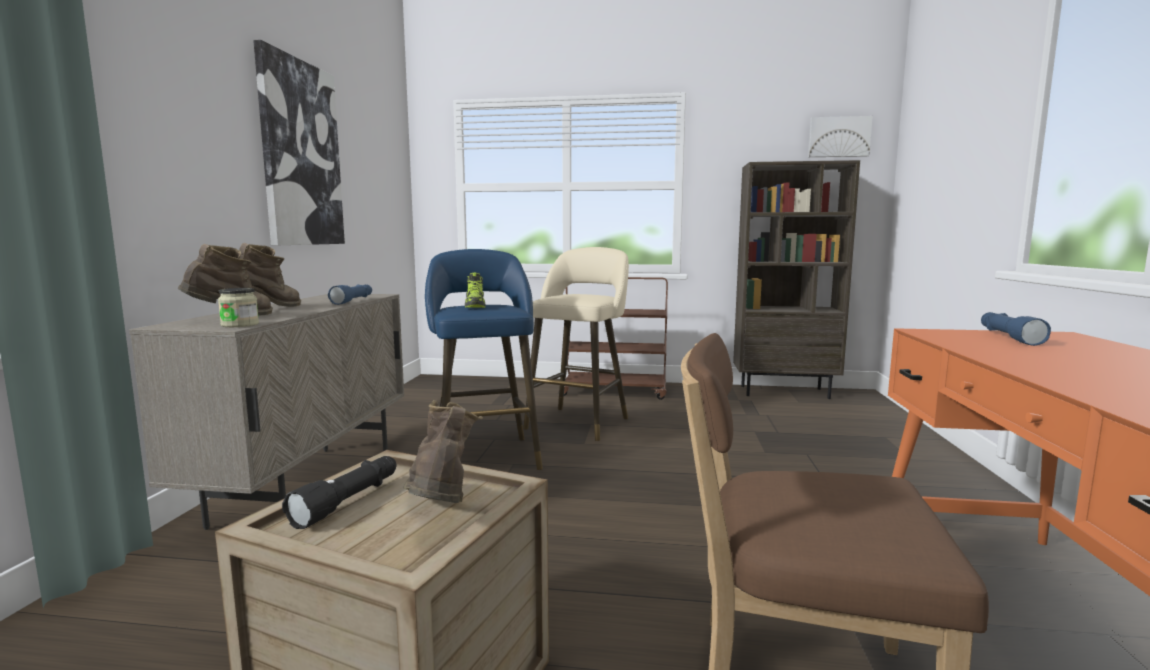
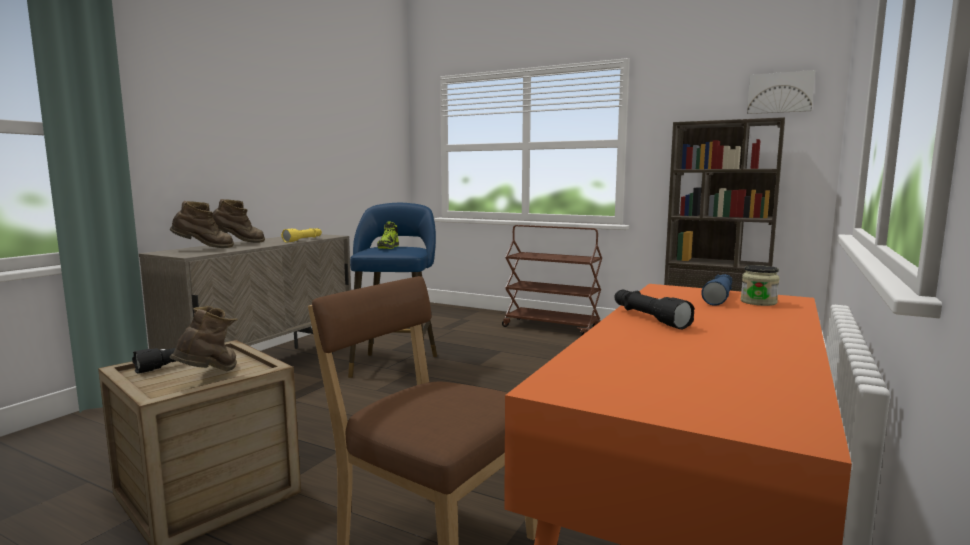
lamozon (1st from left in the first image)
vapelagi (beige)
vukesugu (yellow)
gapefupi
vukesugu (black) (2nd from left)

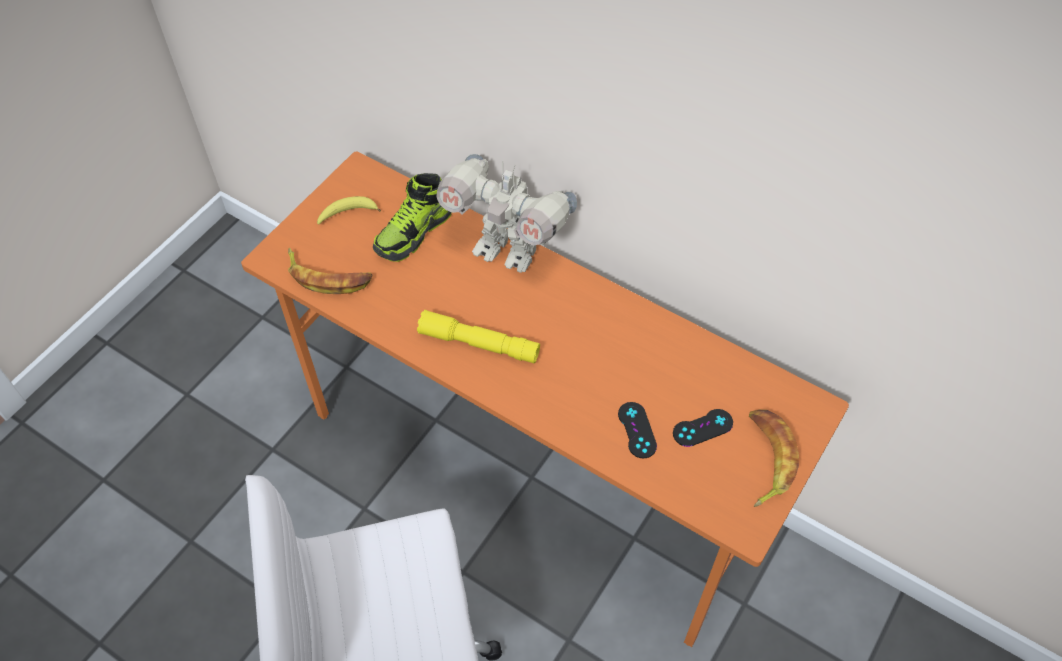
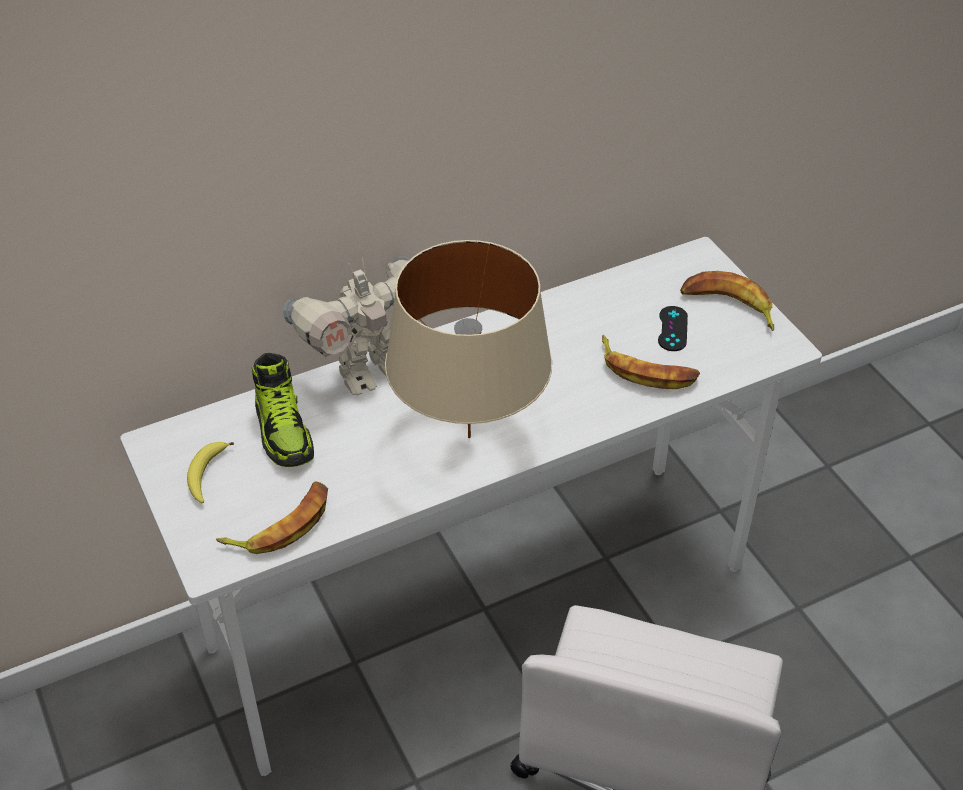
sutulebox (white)
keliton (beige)
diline (3rd from left)

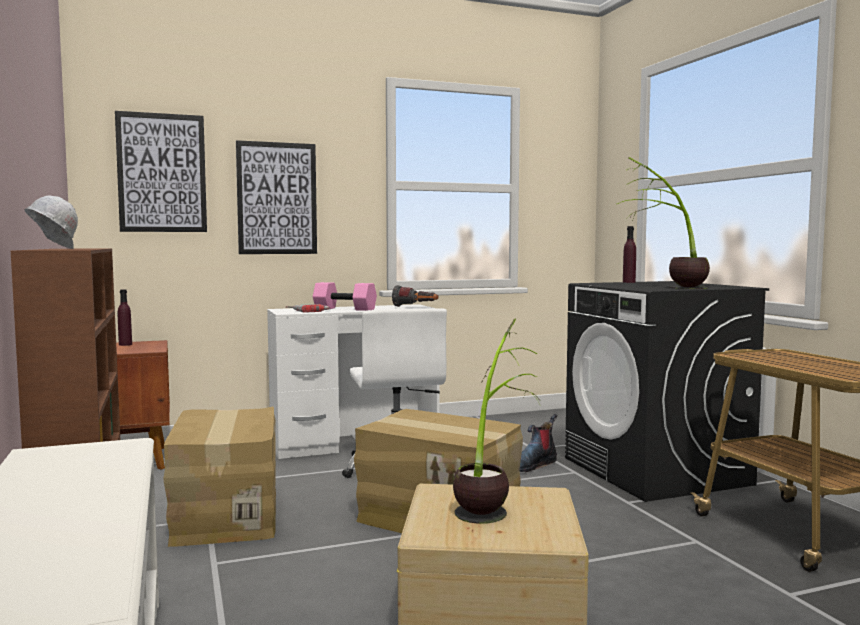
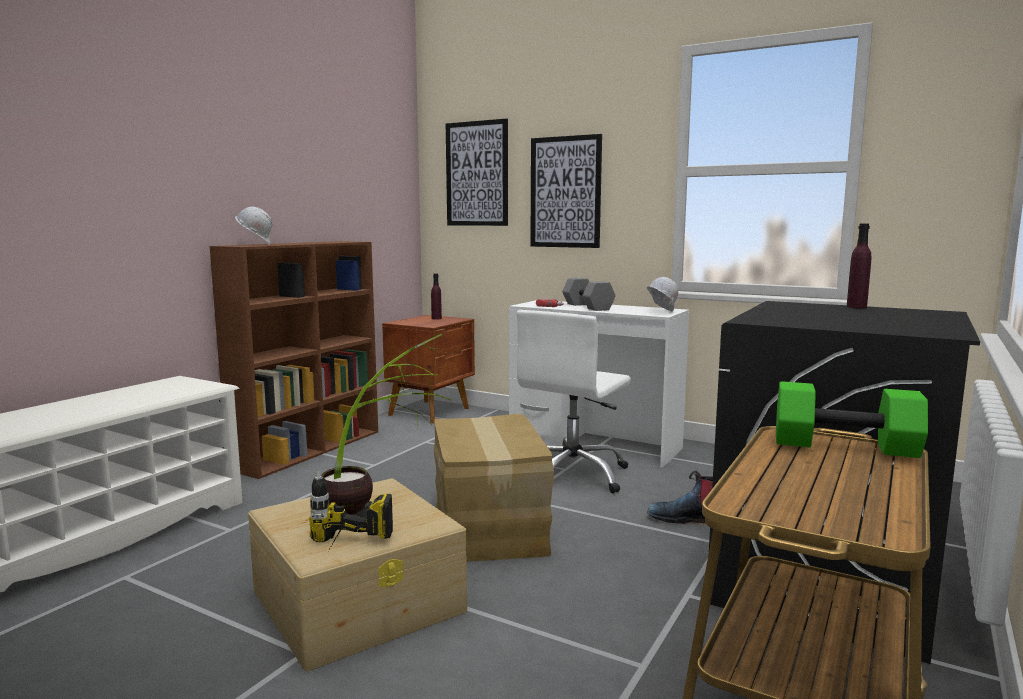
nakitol (2nd from left in the first image)
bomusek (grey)
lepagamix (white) (2nd from left)
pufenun (1st from left in the first image)
bomusek (green)
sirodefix (1st from left)

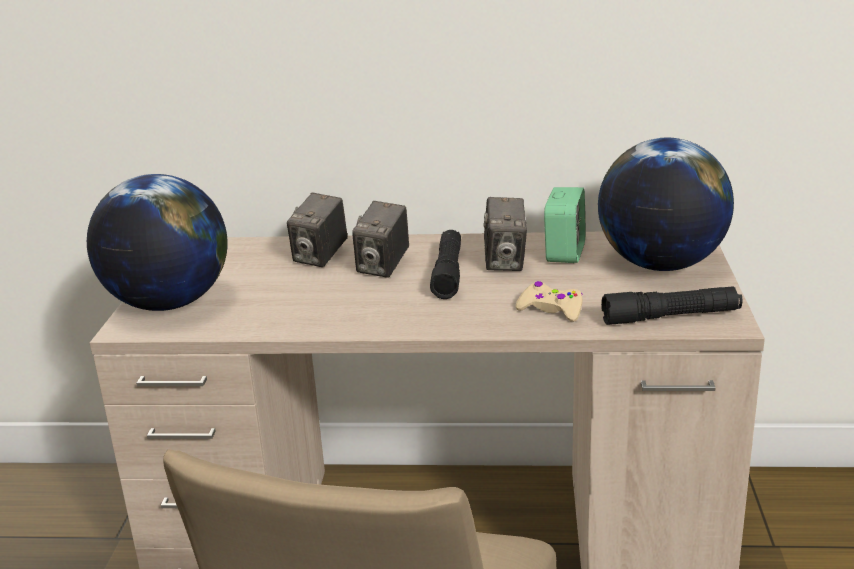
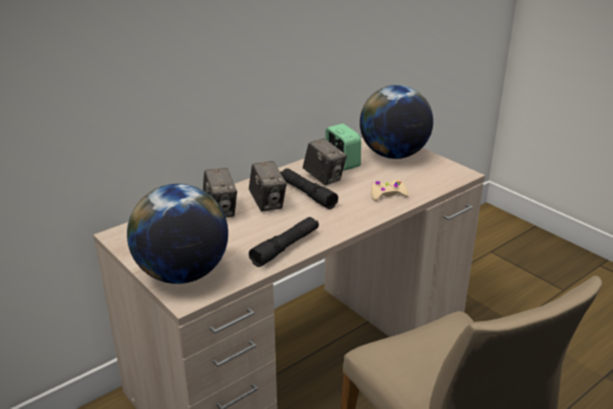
vukesugu (black) (1st from left)

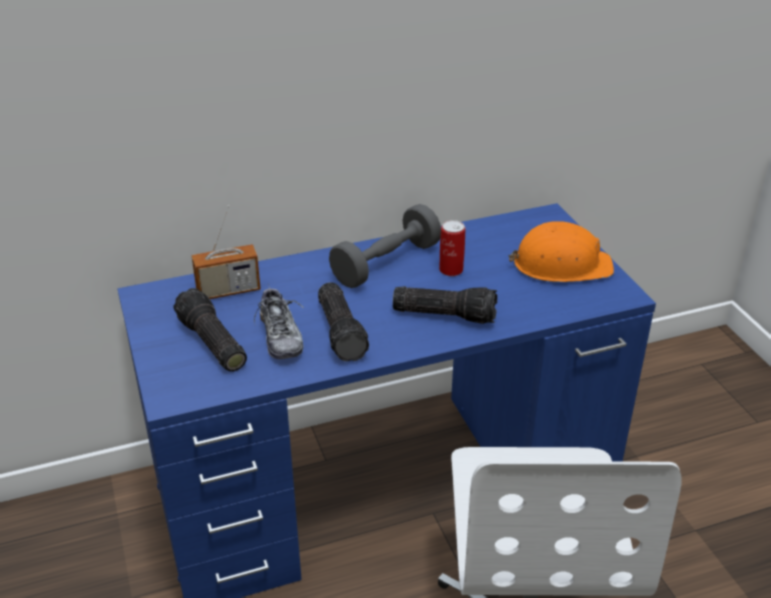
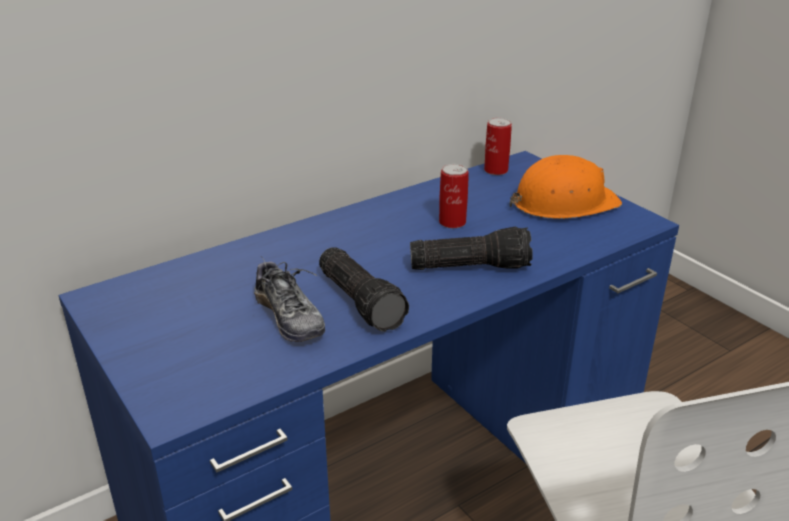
bomusek (grey)
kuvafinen
vukesugu (1st from left in the first image)
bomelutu (2nd from left)

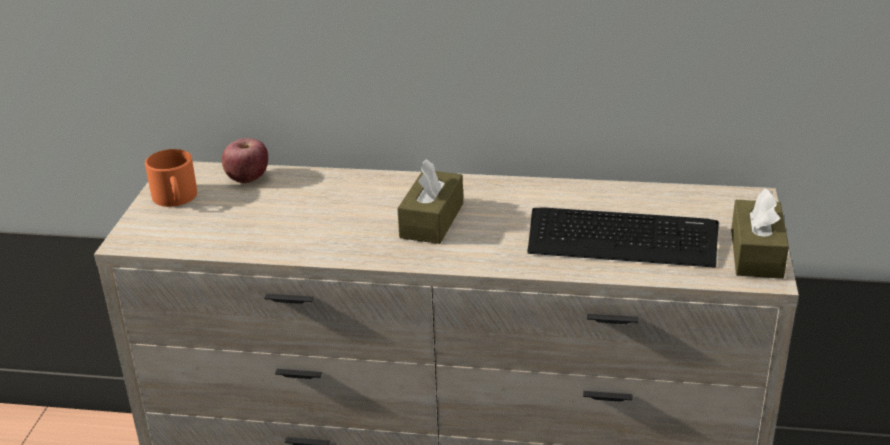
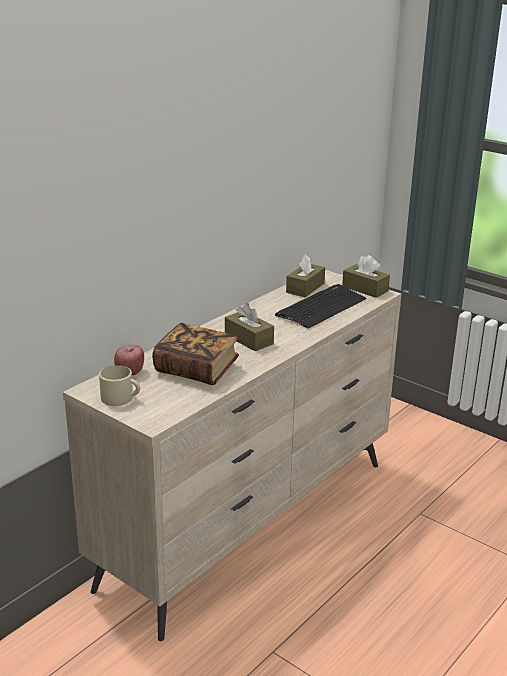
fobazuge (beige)
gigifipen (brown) (2nd from left)
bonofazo

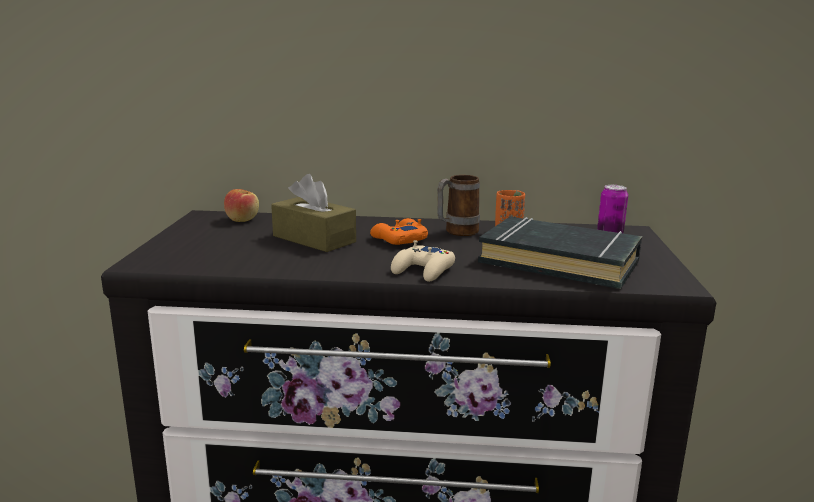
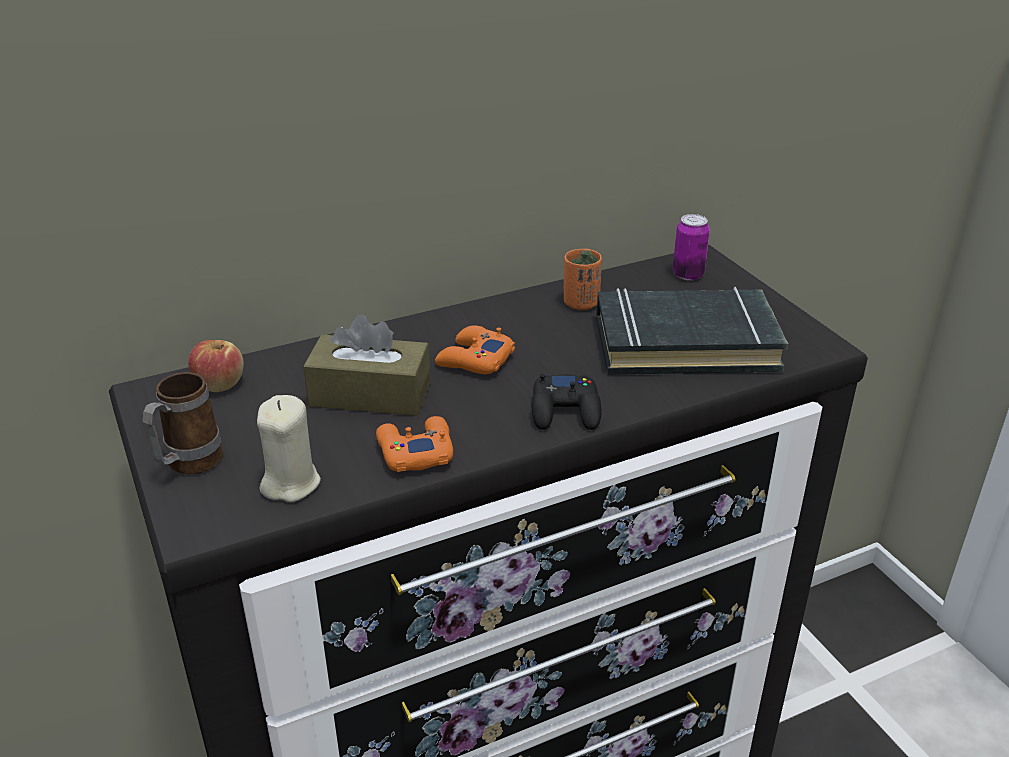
fobazuge
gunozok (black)
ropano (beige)
gunozok (orange) (1st from left)

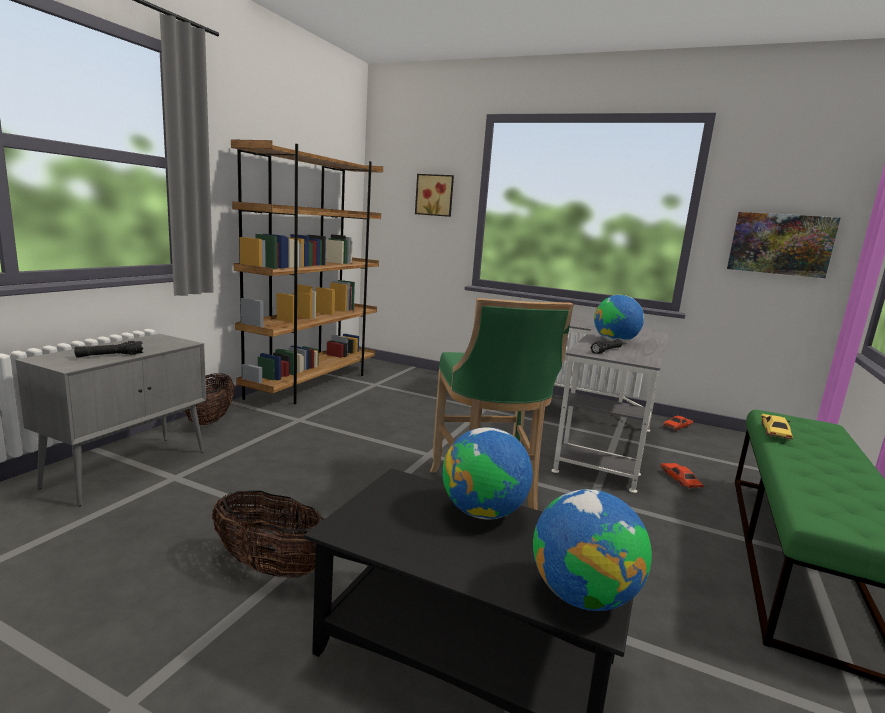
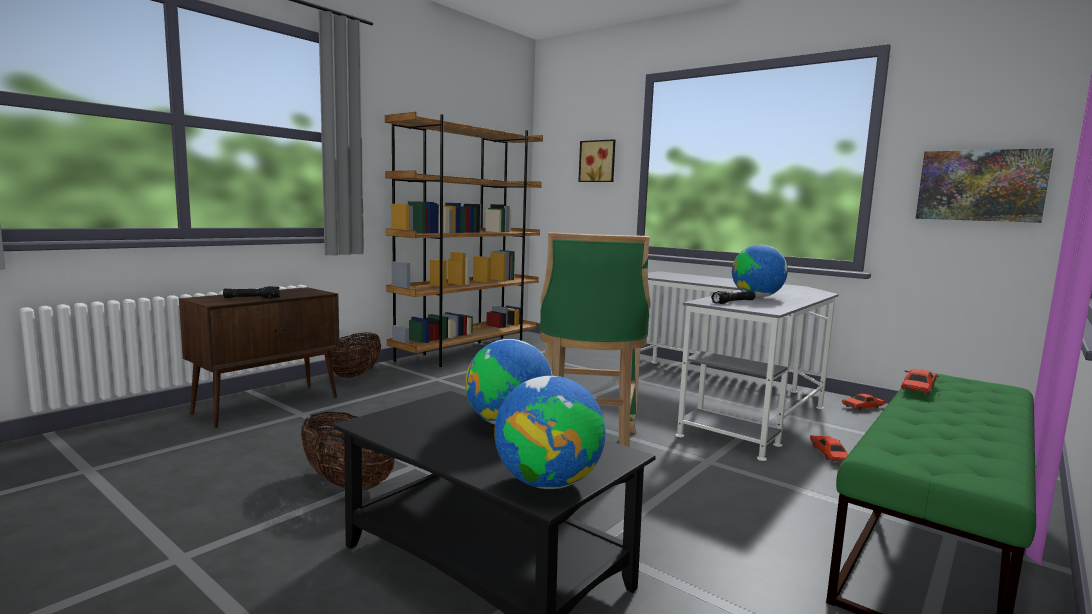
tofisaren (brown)
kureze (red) (3rd from left)

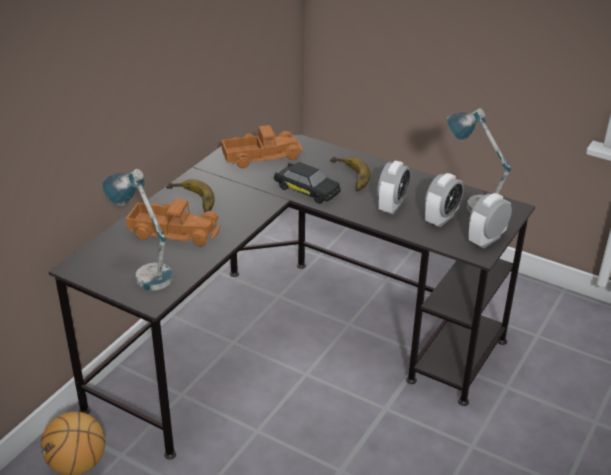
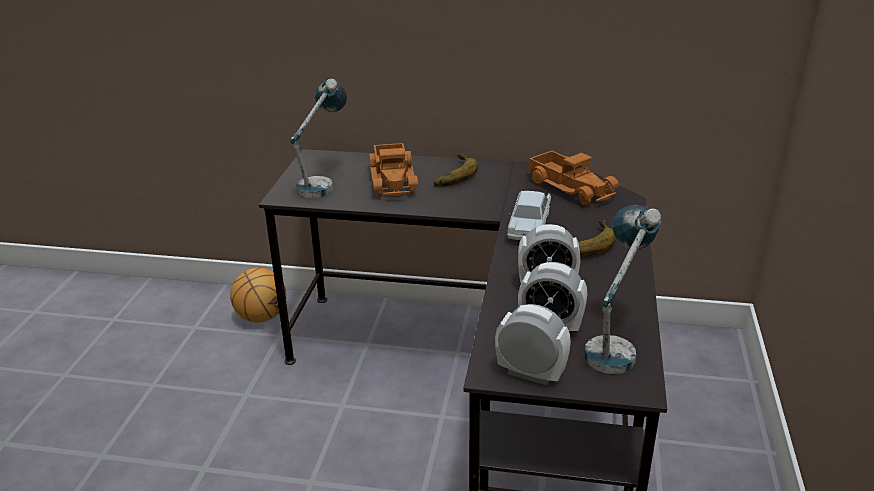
kureze (white)

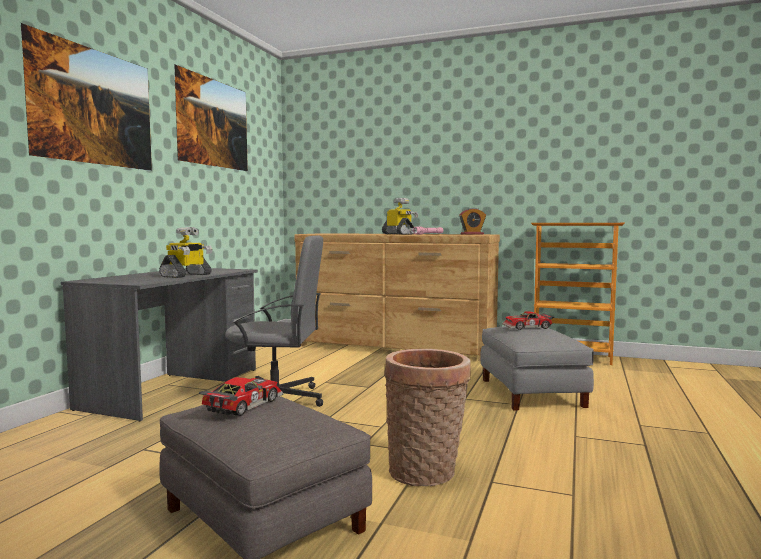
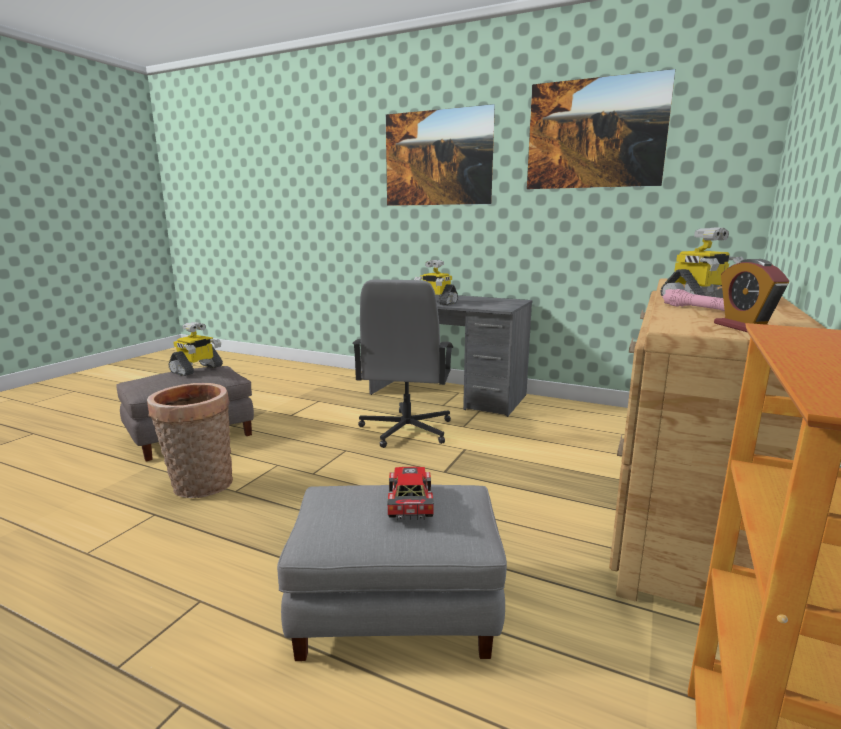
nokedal (1st from left)

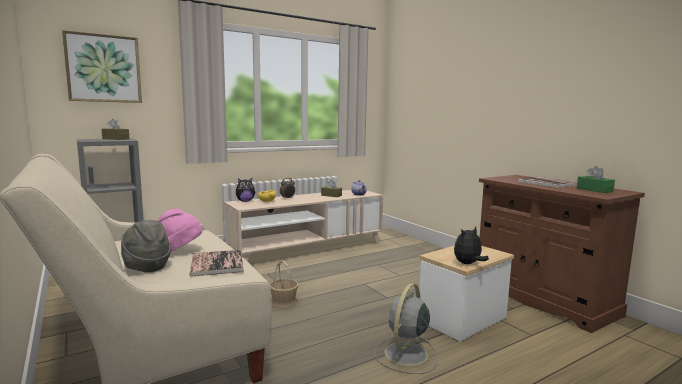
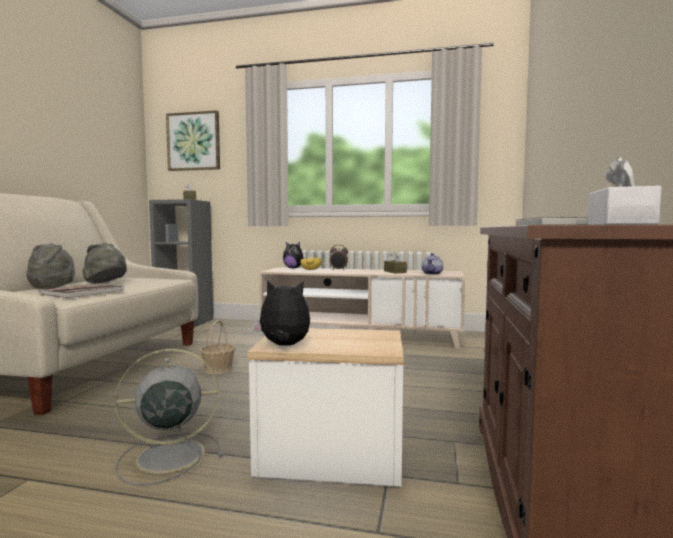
gigifipen (white)
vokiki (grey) (2nd from left)

